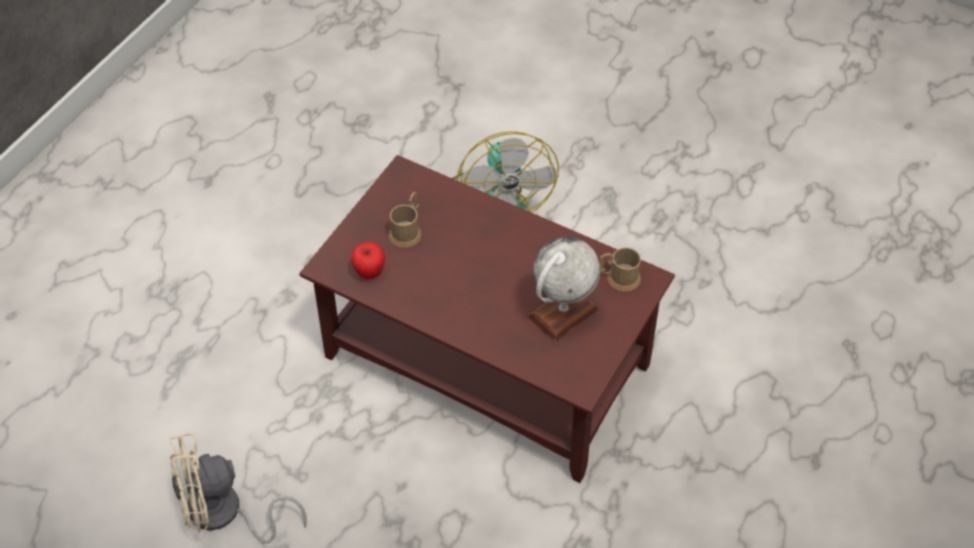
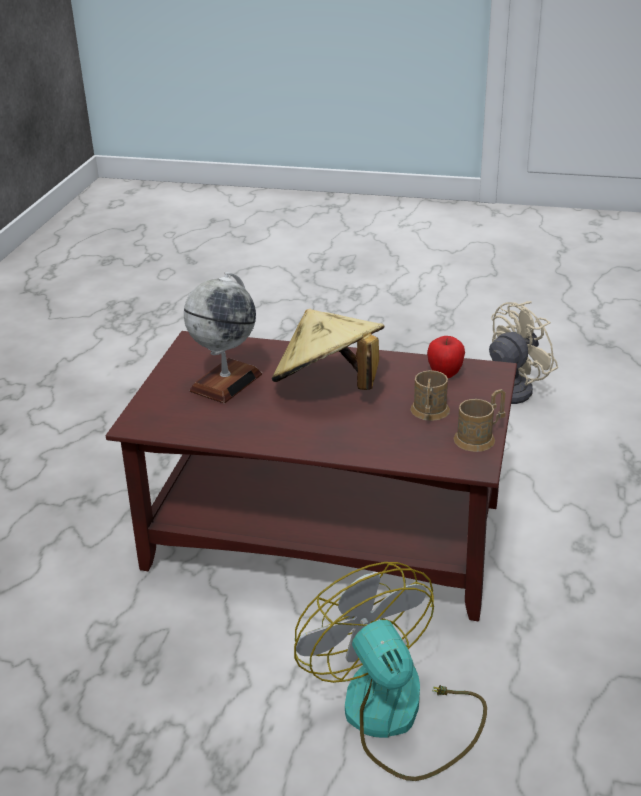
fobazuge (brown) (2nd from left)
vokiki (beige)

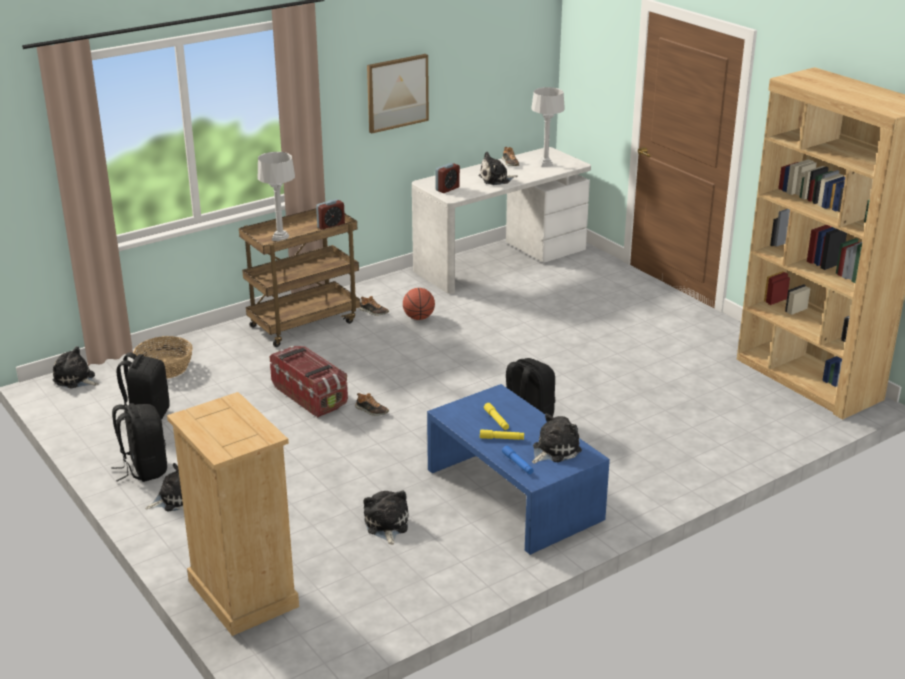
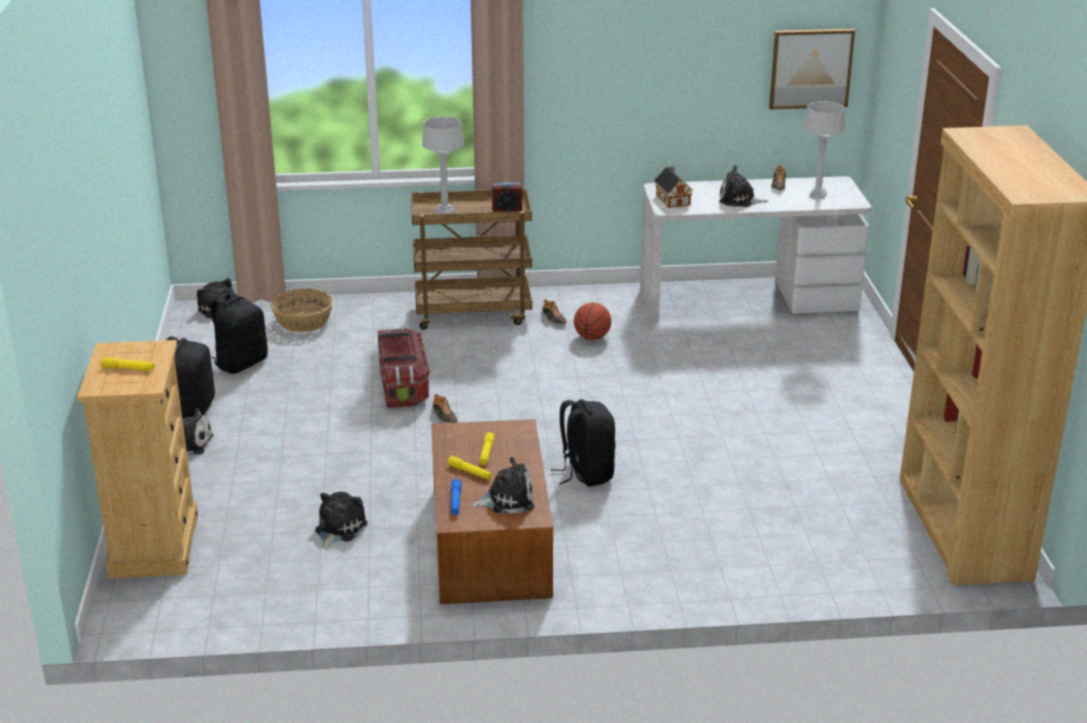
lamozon
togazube
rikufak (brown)
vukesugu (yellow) (1st from left)

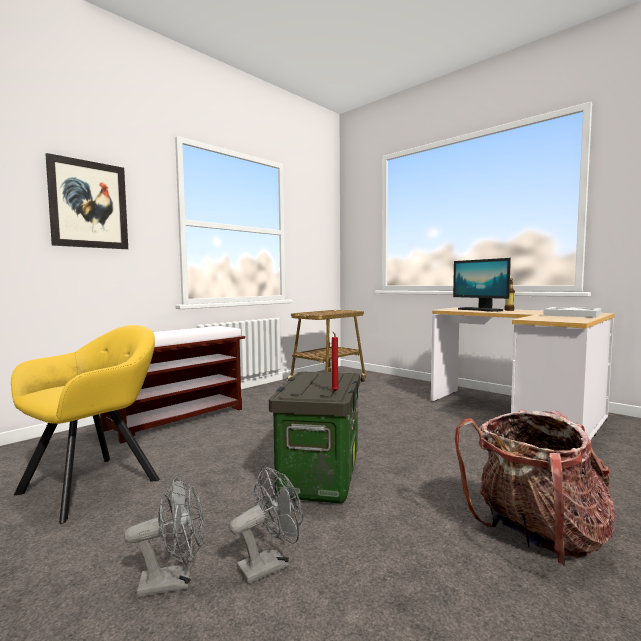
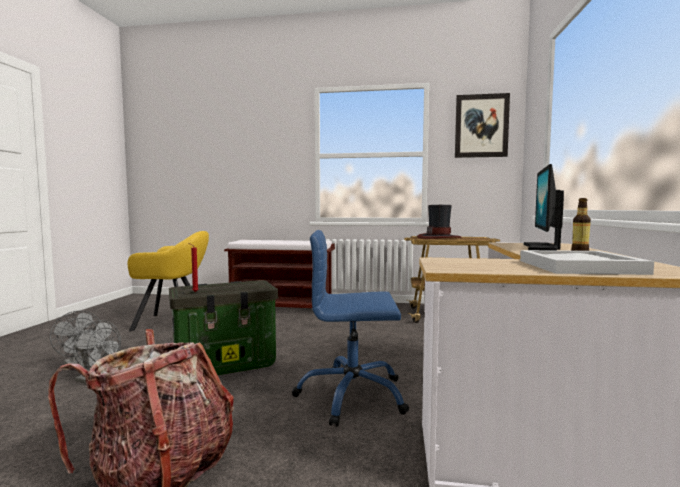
lamozon
vokiki
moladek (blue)

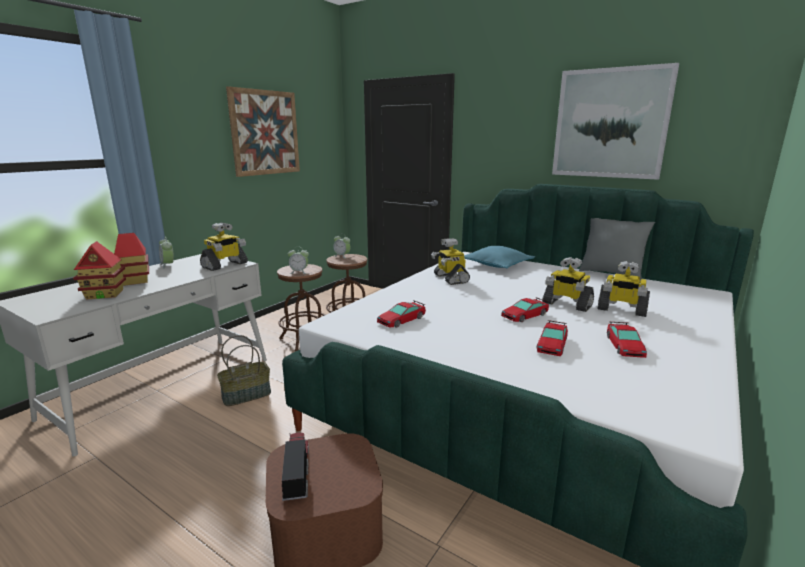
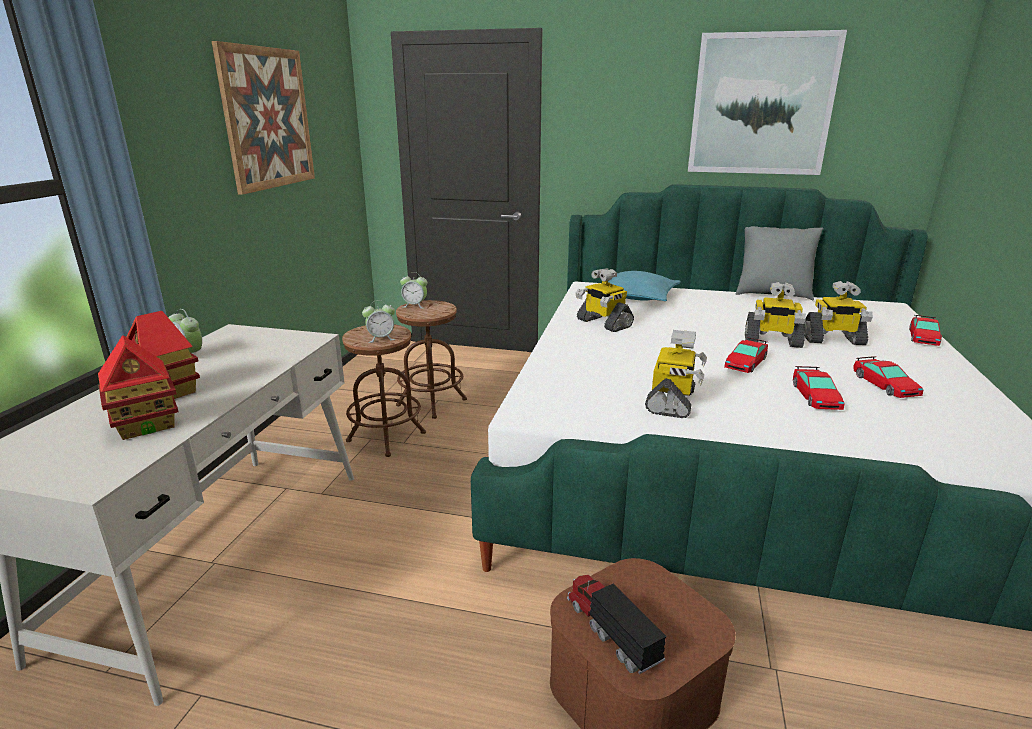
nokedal (2nd from left)
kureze (4th from left)
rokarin

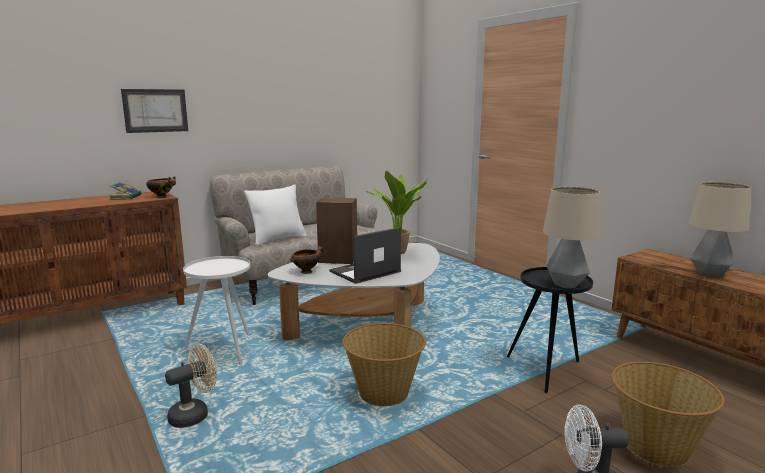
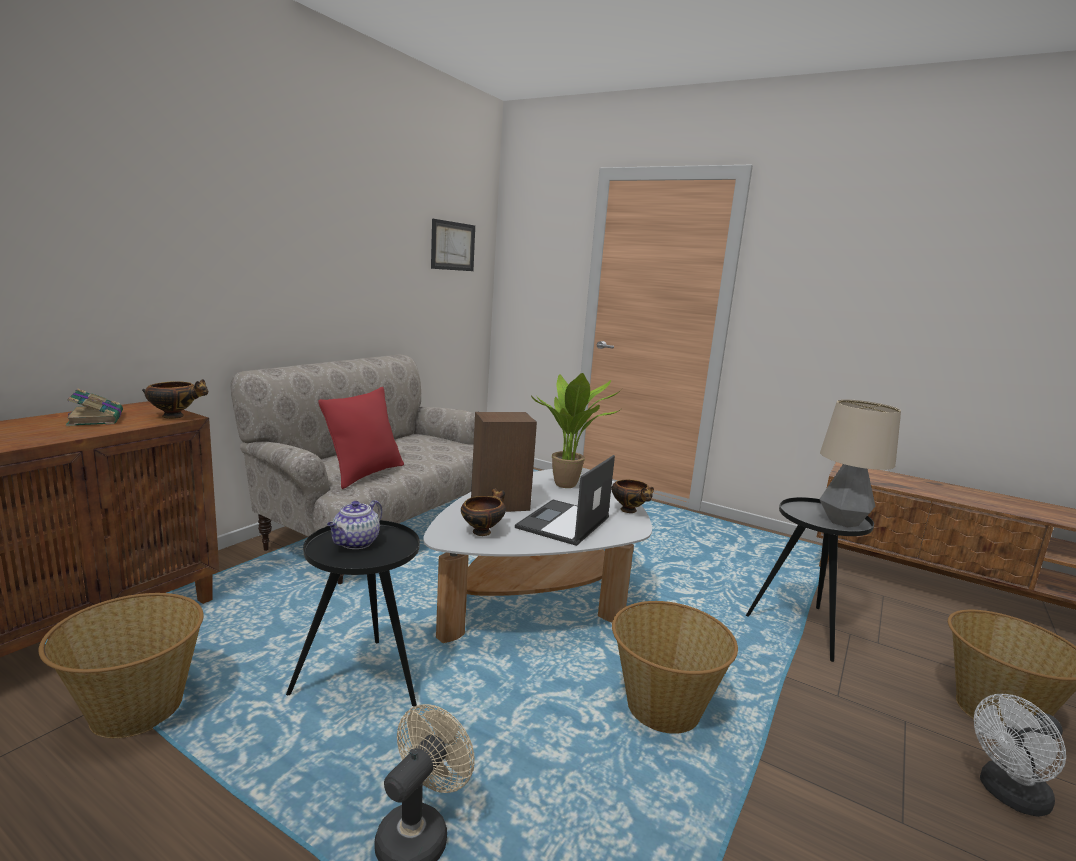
lamozon
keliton (2nd from left in the first image)
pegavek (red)
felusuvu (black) (1st from left)
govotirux (3rd from left)
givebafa
rokarin (1st from left)

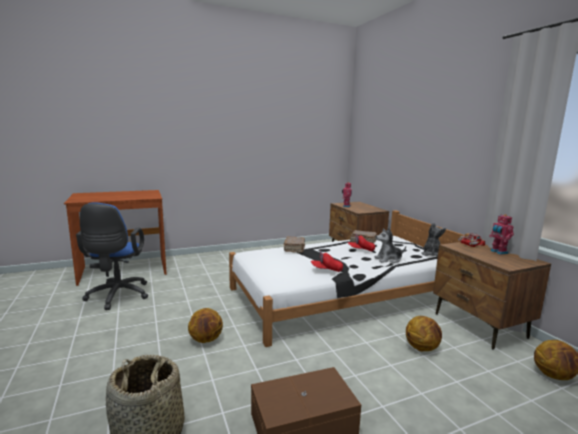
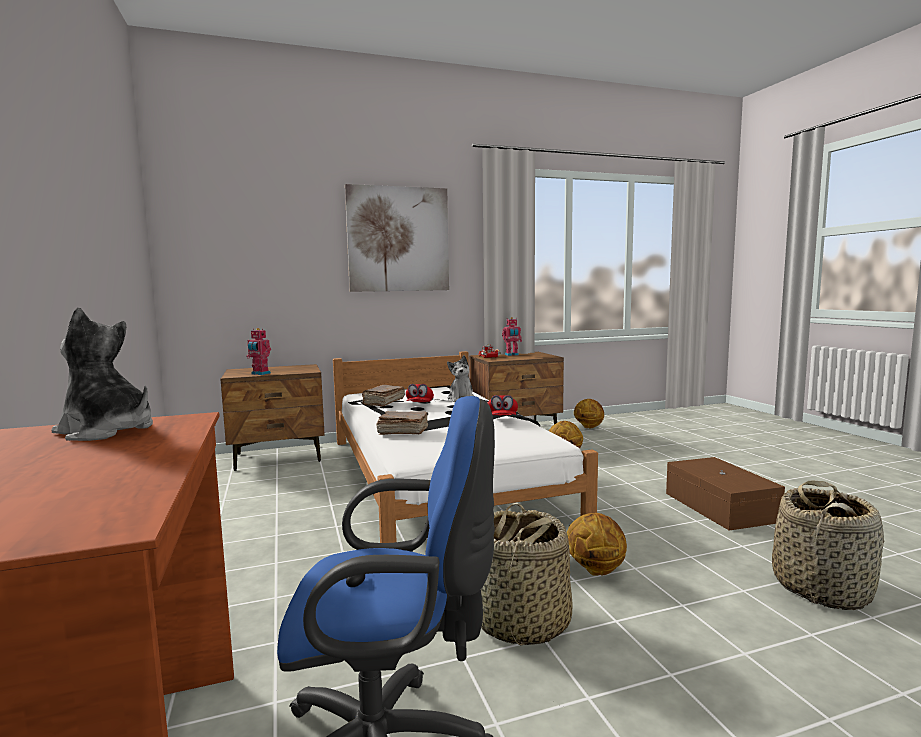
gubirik (1st from left)
lamozon
rokarin (1st from left)

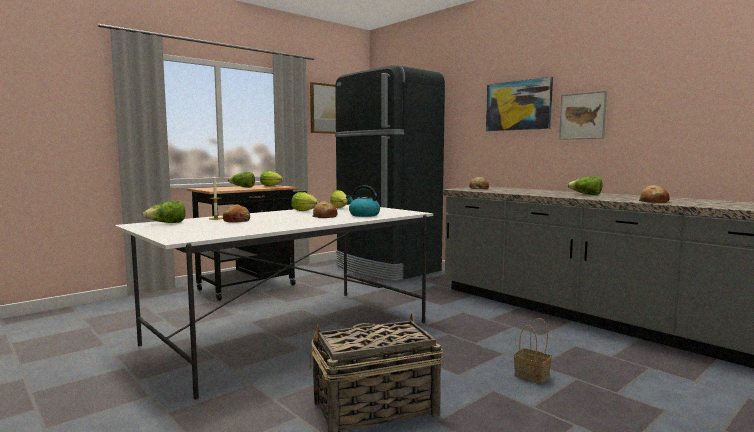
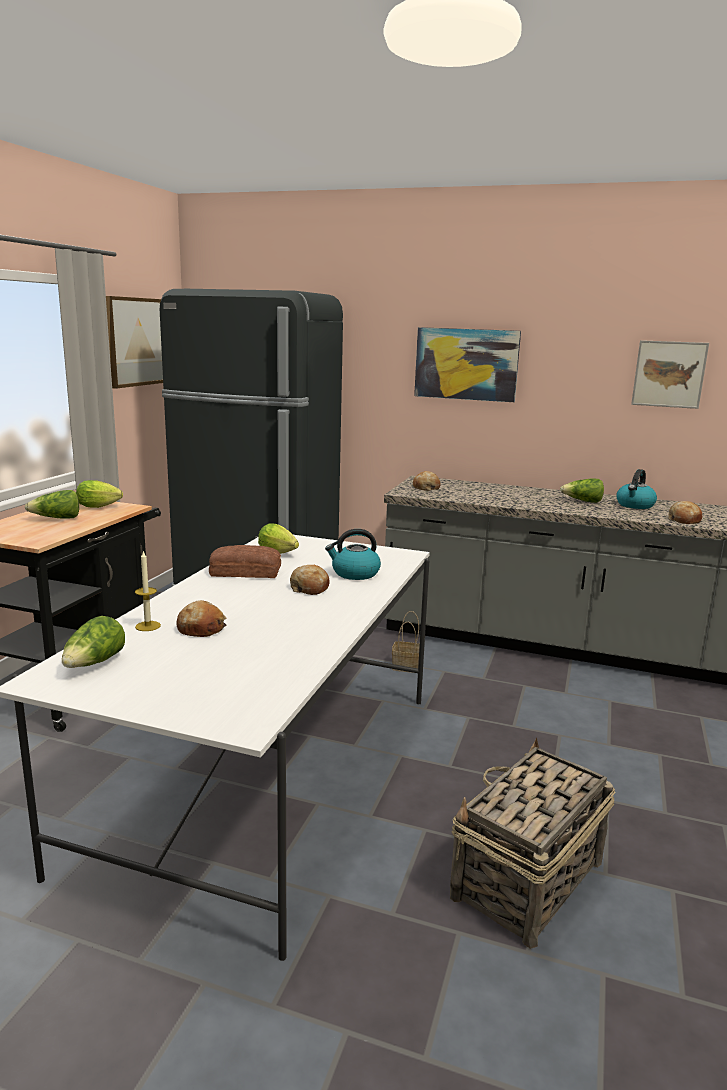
lamozon (3rd from left)
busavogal (2nd from left)
rokarin (1st from left)
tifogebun (2nd from left)

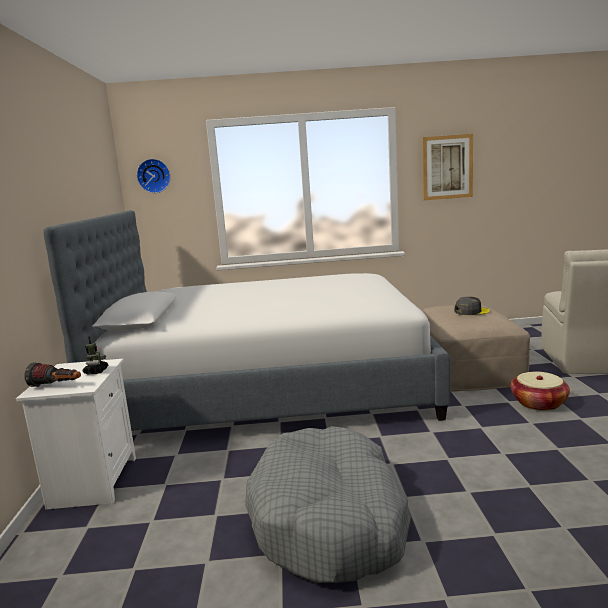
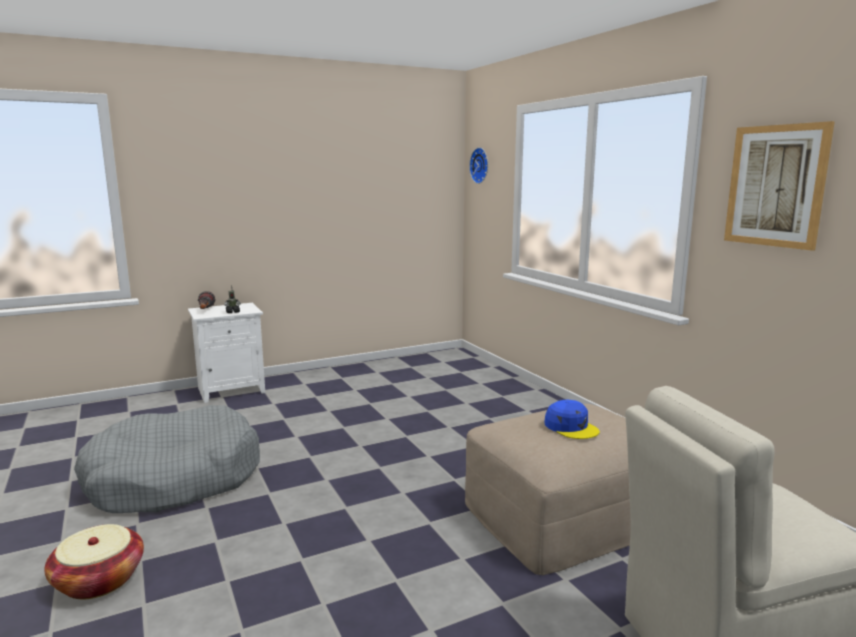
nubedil
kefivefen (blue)
rokarin

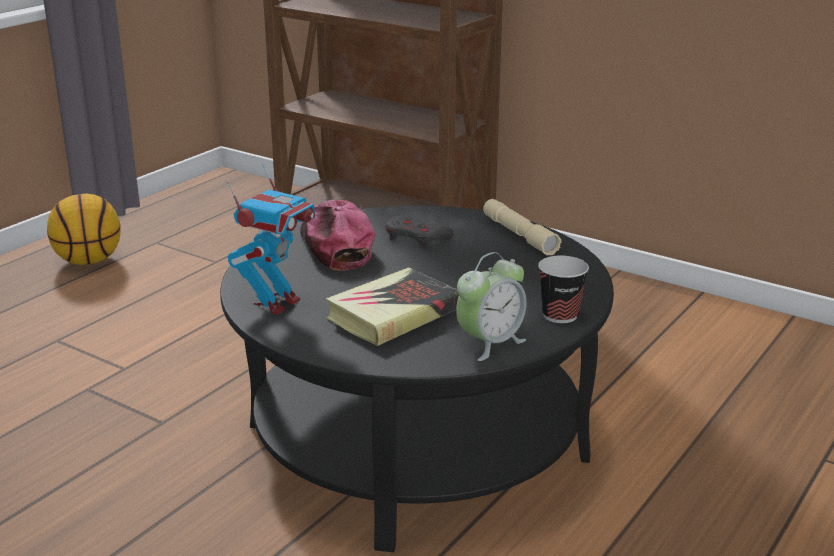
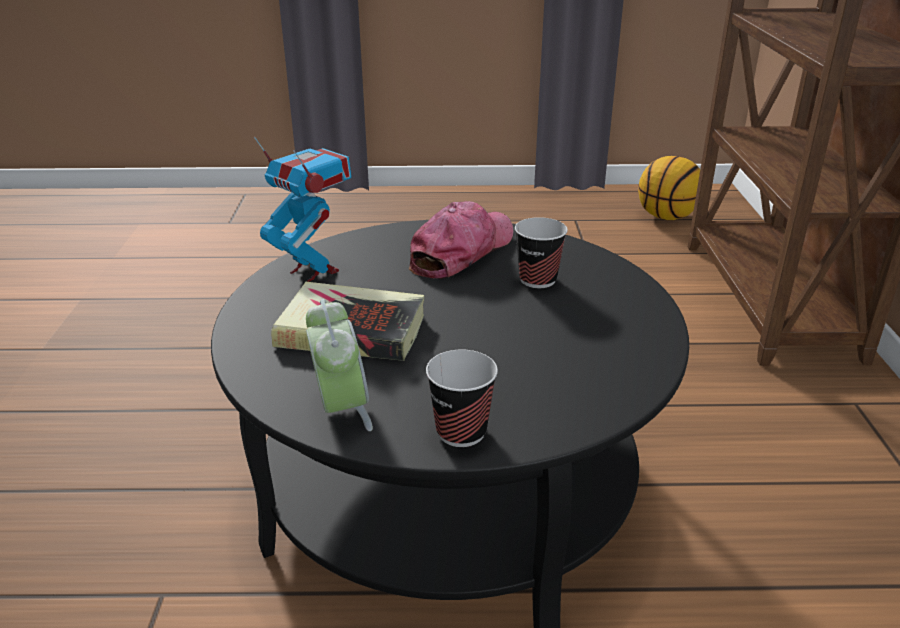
nokedal
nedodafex
vukesugu (beige)
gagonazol (2nd from left)
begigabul

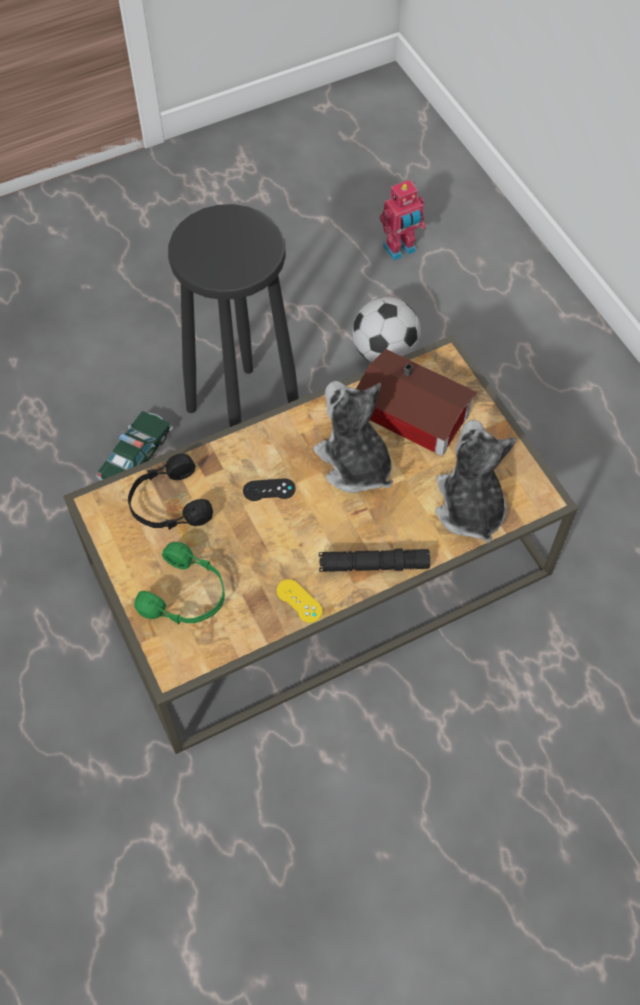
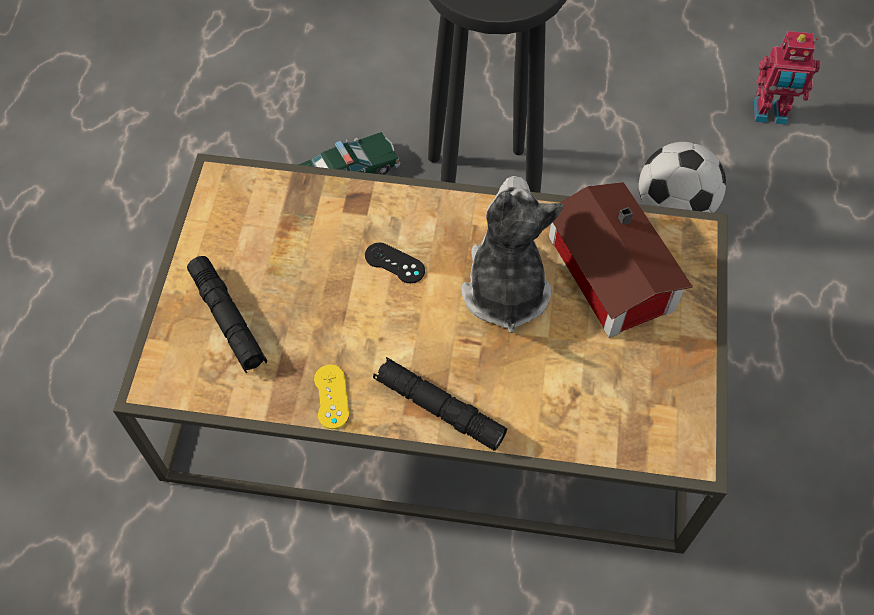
gubirik (2nd from left in the first image)
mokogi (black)
vukesugu (black) (1st from left)

